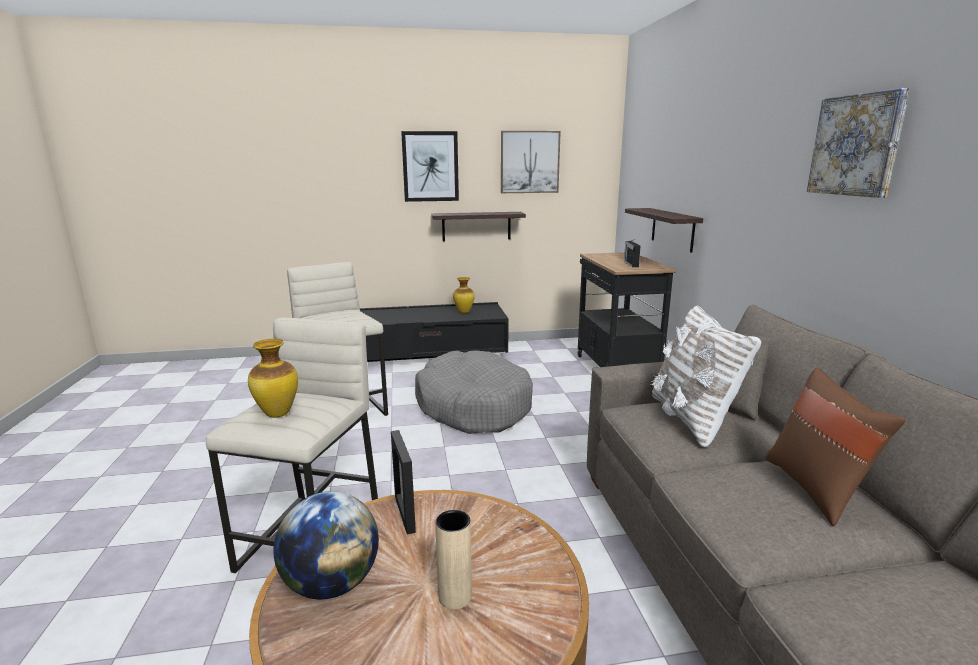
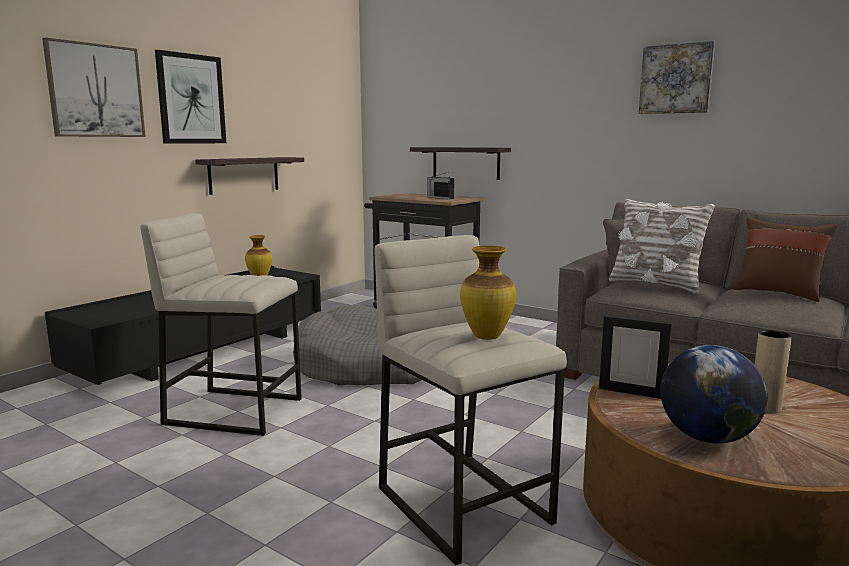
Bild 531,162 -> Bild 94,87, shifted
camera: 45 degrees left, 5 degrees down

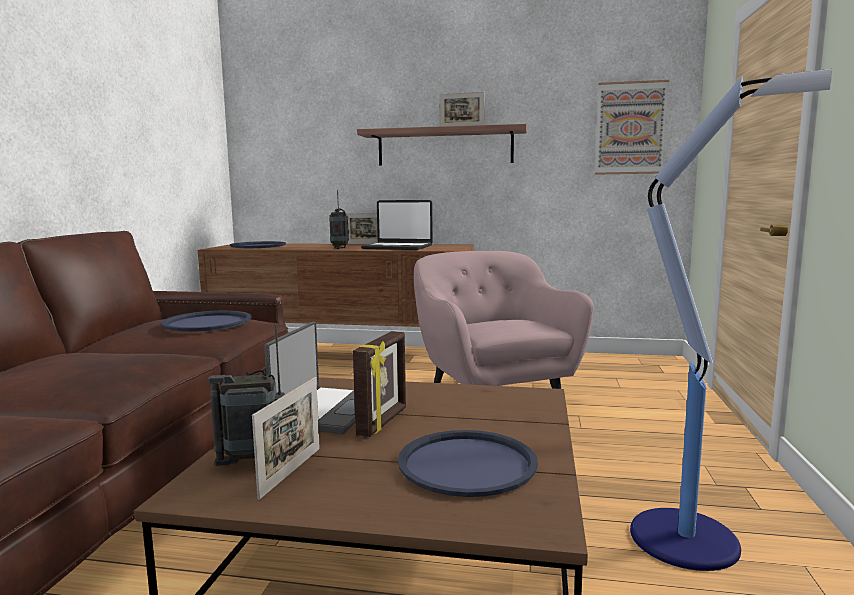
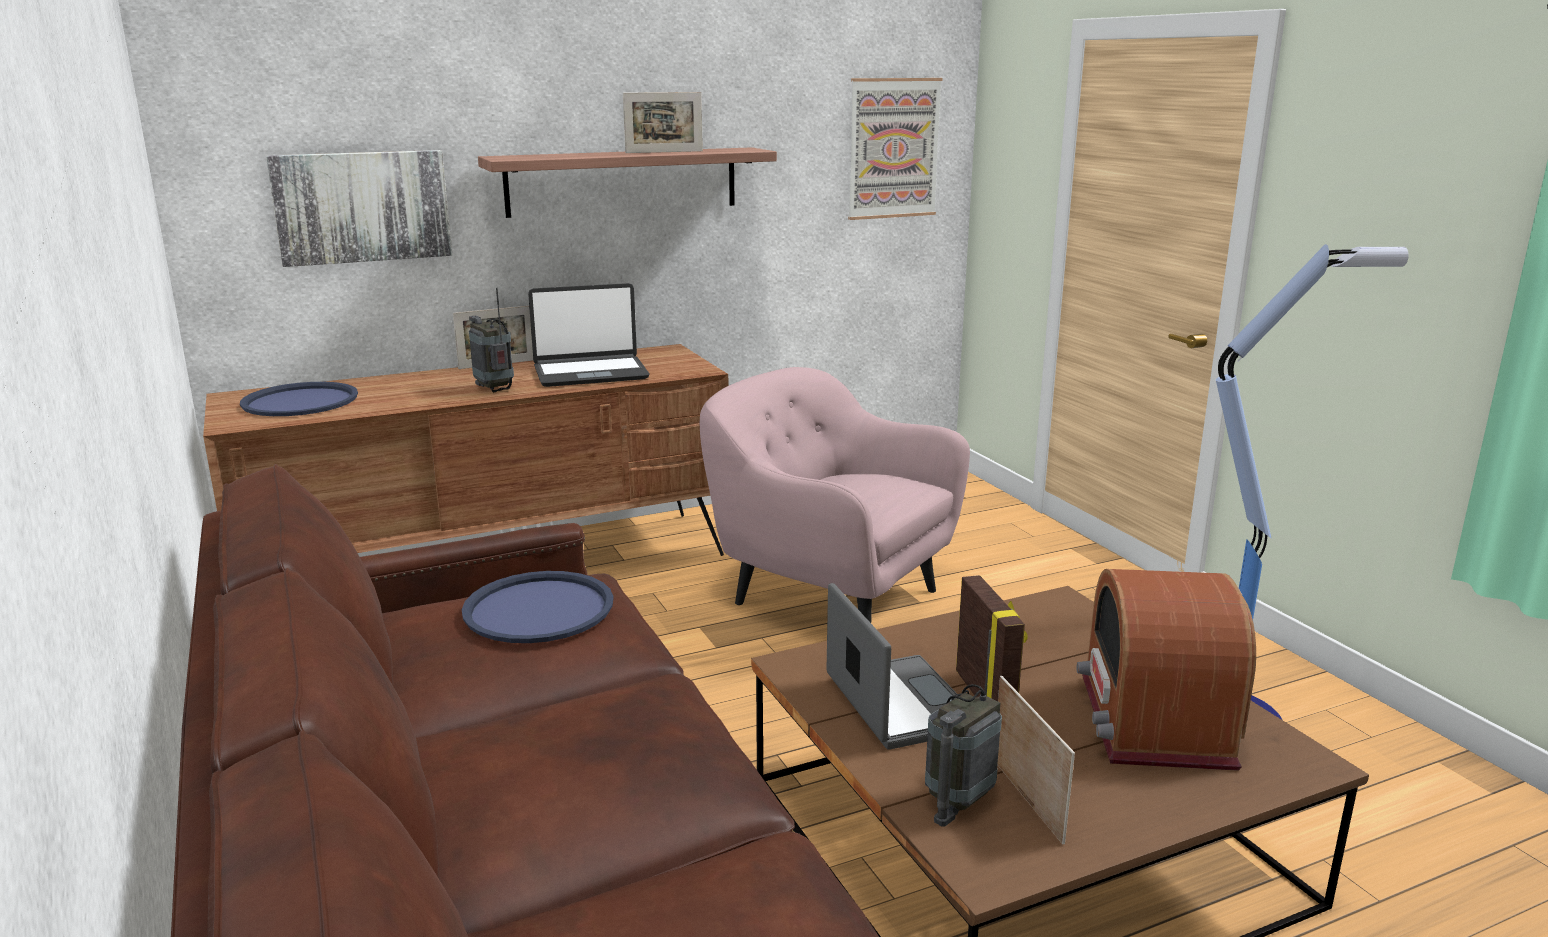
none -> Bild 359,208
Tablett/blau 468,463 -> Radio 1166,670
camera: 35 degrees left, 10 degrees up

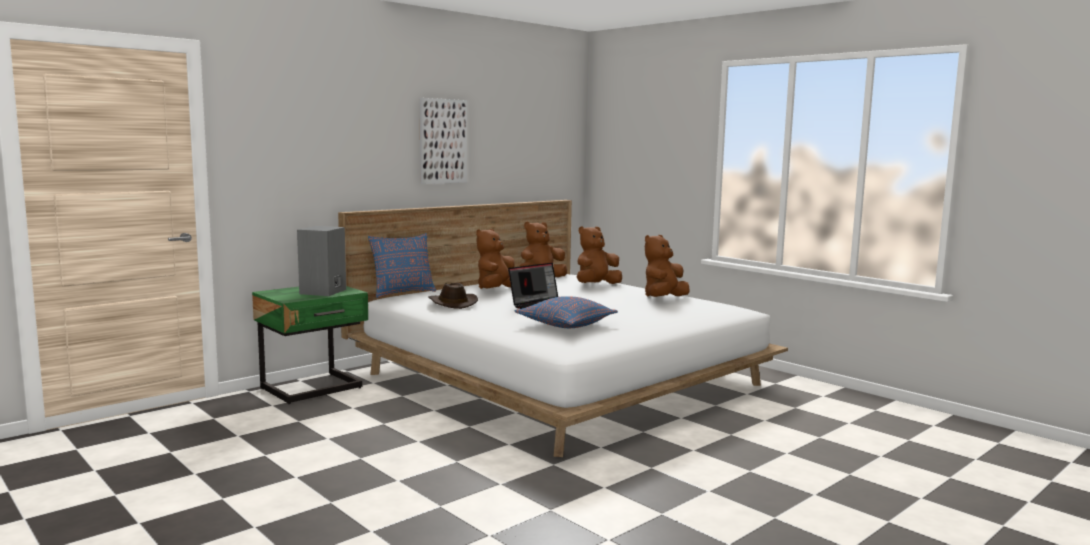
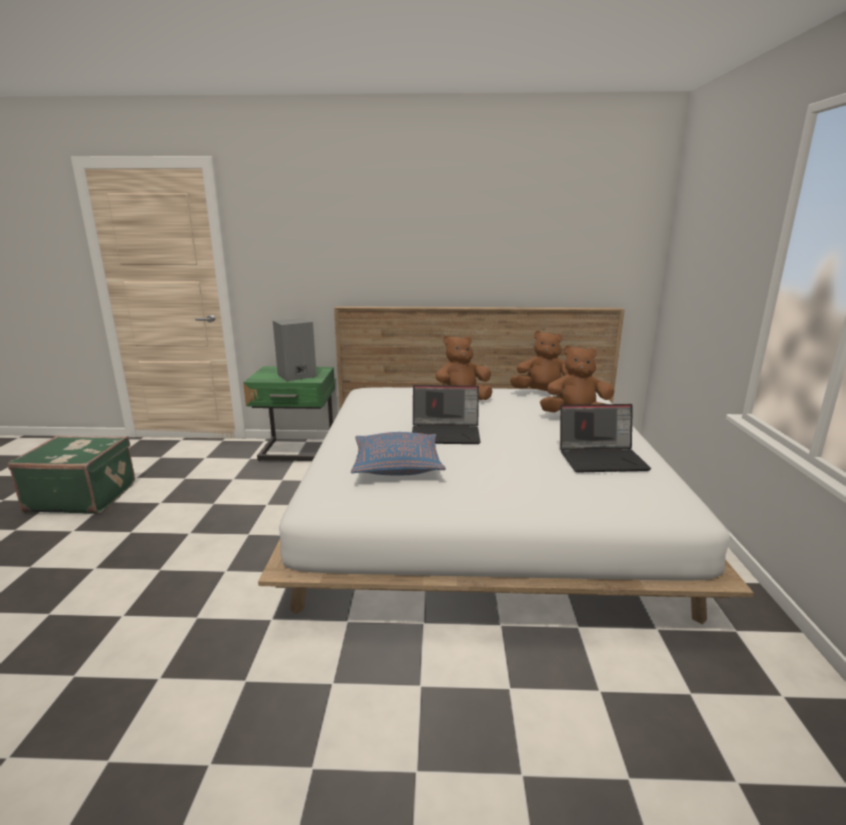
none -> Koffer/grün 71,475
Plüschtier/braun 667,266 -> Laptop 605,438
Kissen/blau 402,265 -> none
Bild 443,141 -> none
Hut/braun 453,296 -> none
camera: 45 degrees right, 10 degrees up

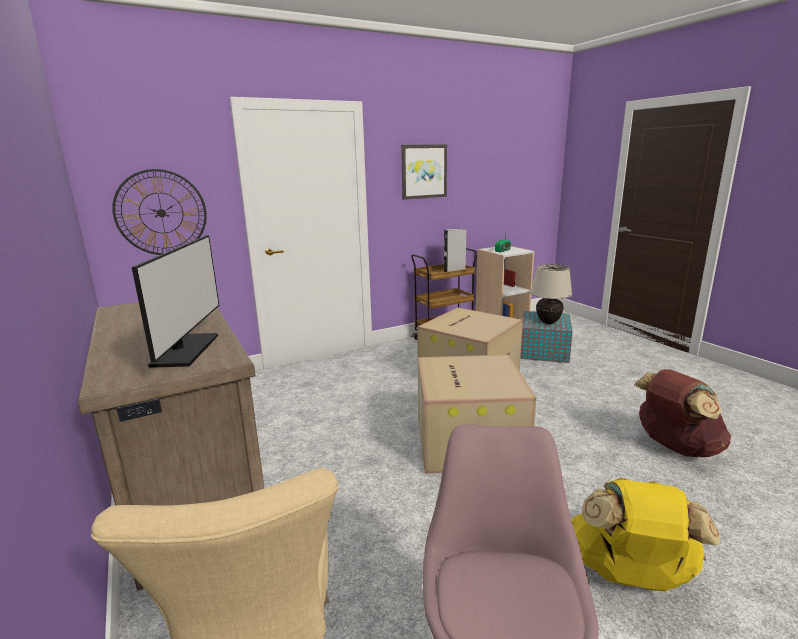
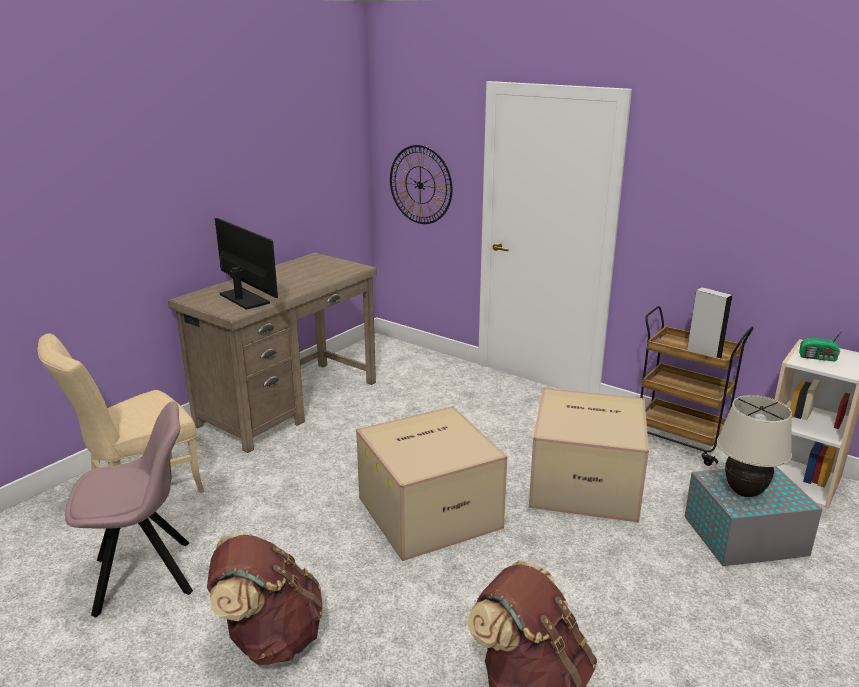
Rucksack/gelb 646,534 -> Rucksack/braun 265,599
Monitor 175,301 -> Monitor 246,264, 105 degrees counterclockwise
Bild 424,172 -> none
camera: 65 degrees right, 5 degrees up

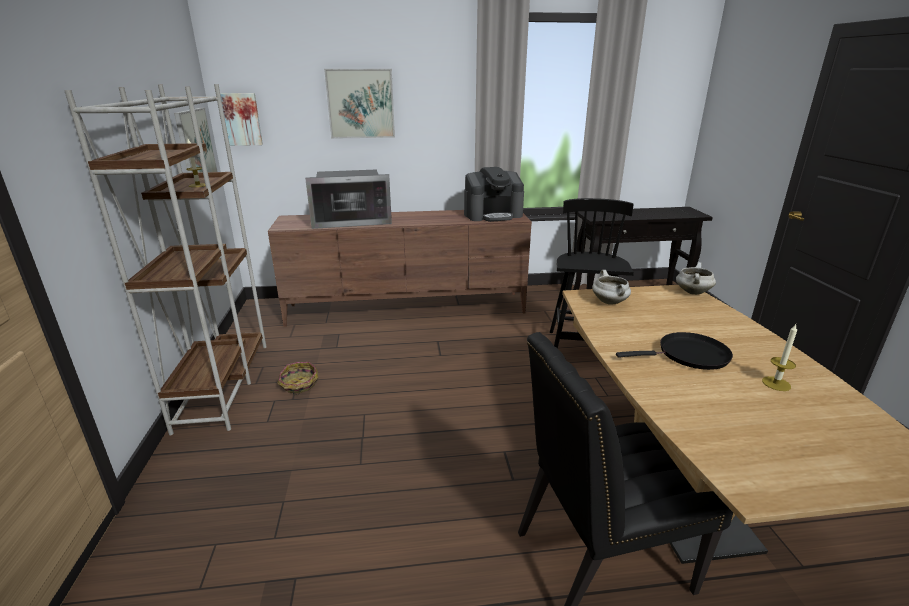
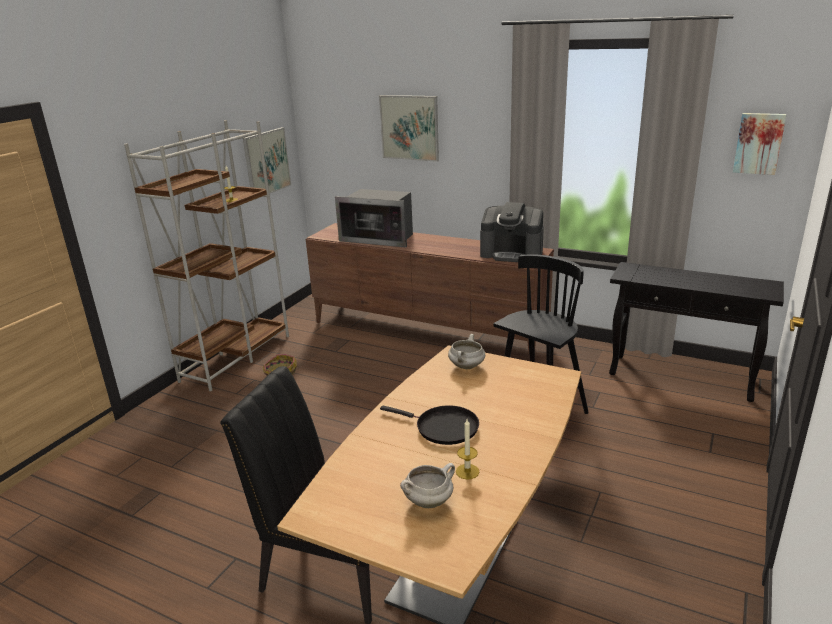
Kochtopf/weiß 696,278 -> Kochtopf/weiß 427,485, shifted
Bild 241,119 -> Bild 759,144, shifted
camera: 35 degrees right, 0 degrees up

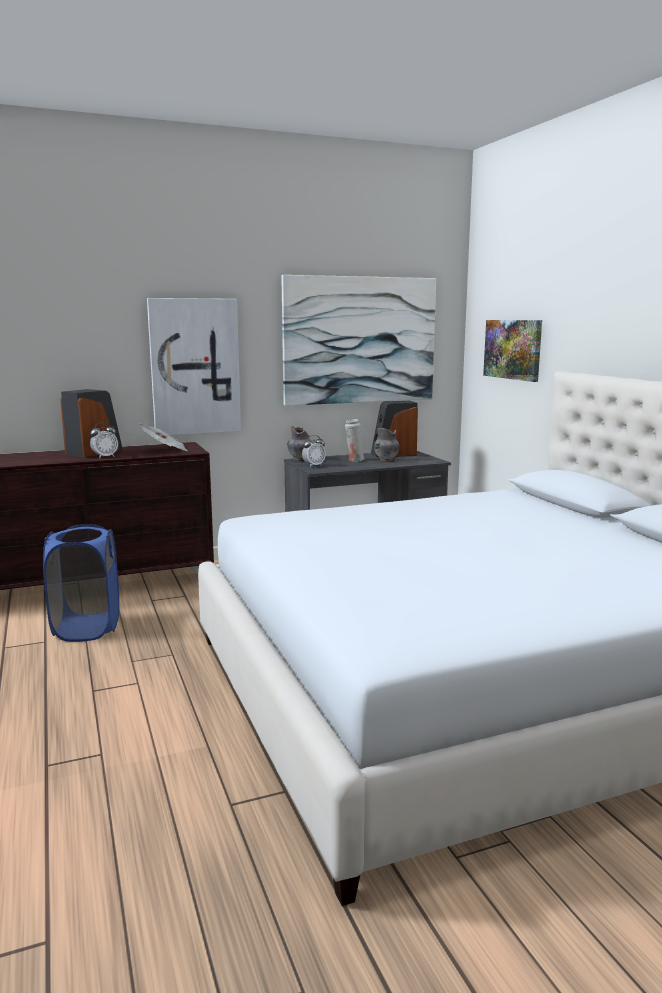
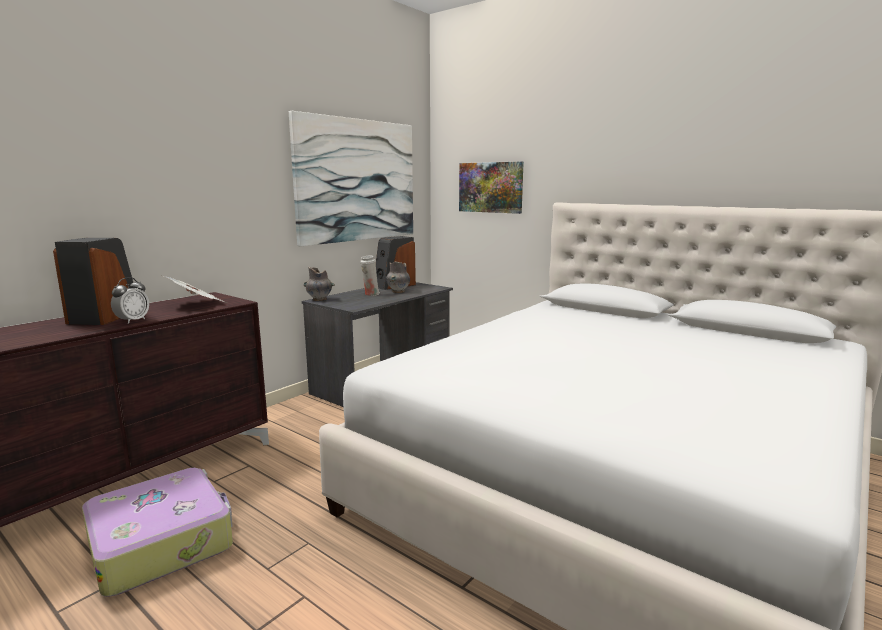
Wäschekorb/blau 81,583 -> Koffer 157,532
Bild 194,366 -> none
Wecker 314,451 -> none
camera: 30 degrees left, 0 degrees up

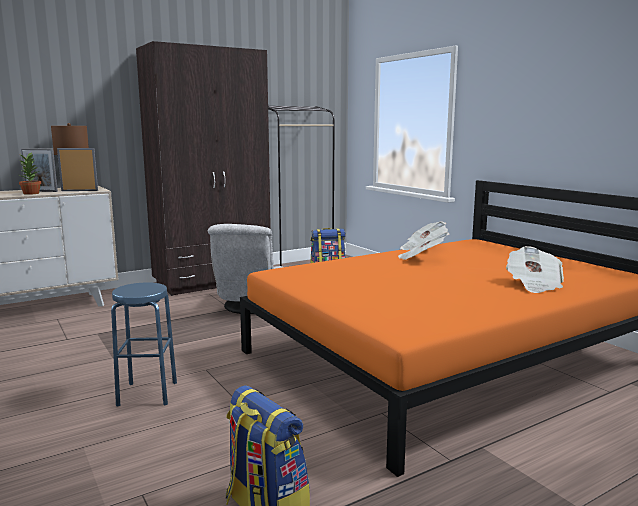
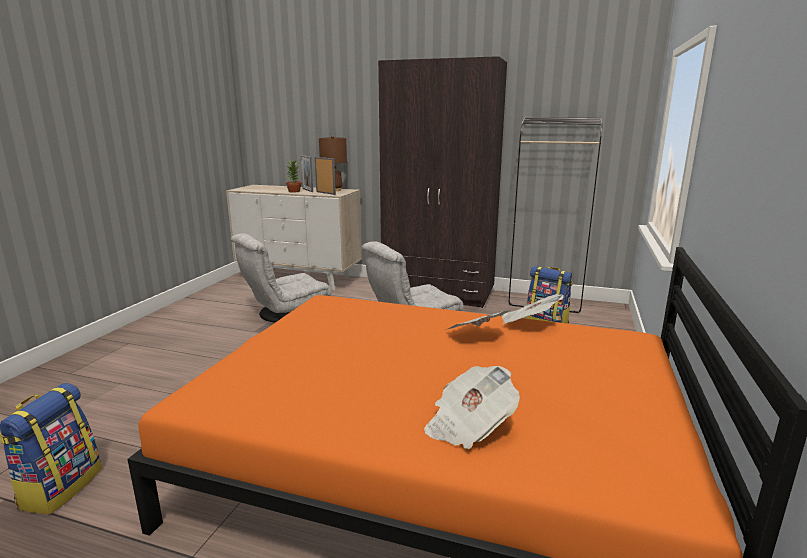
none -> Sessel/grau 281,277
Hocker/blau 144,344 -> none
camera: 50 degrees right, 5 degrees up

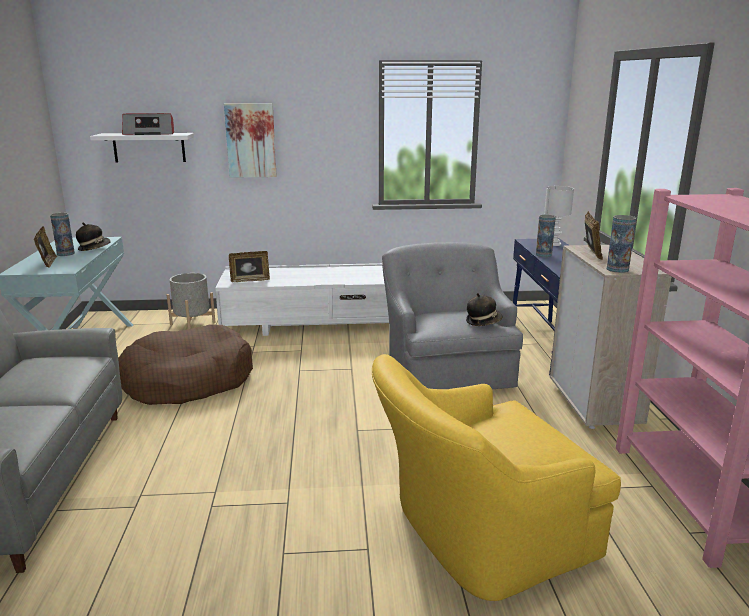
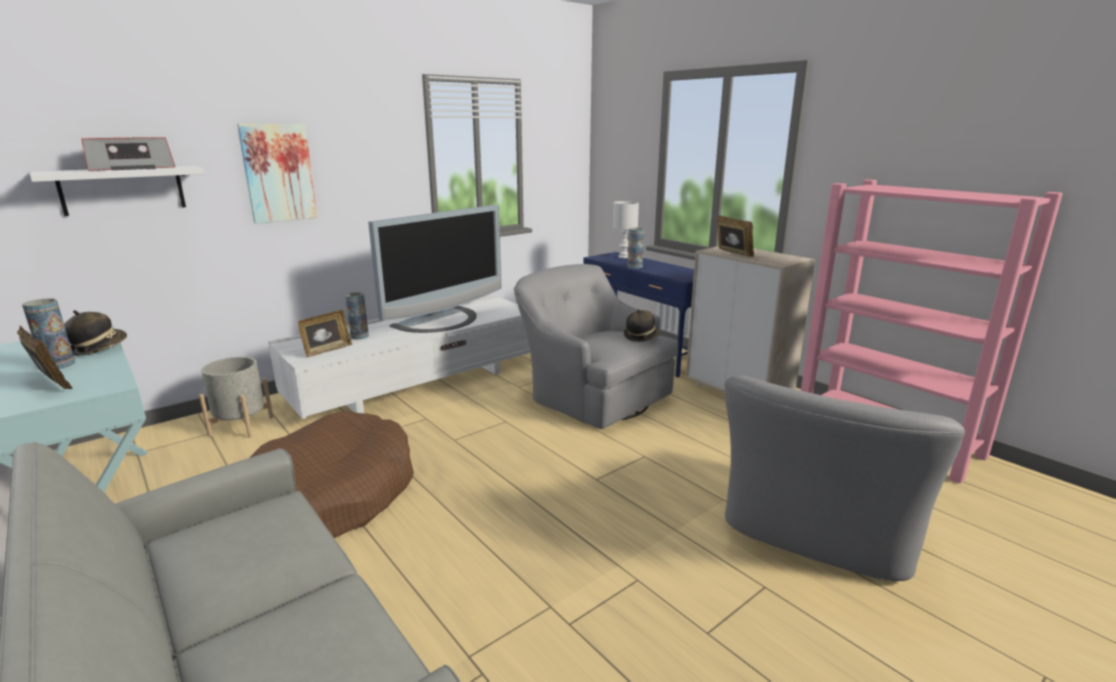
Vase 621,244 -> Vase 357,316, shifted
none -> Fernseher 435,269
Sessel/gelb 496,477 -> Sessel/grau 845,478
camera: 35 degrees left, 0 degrees up

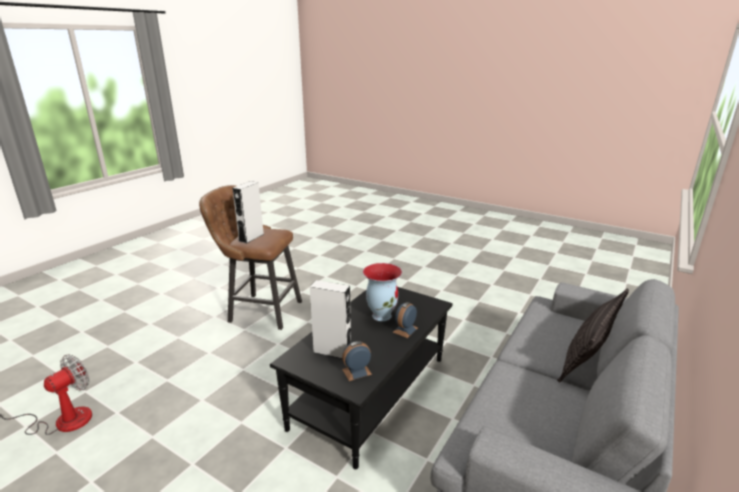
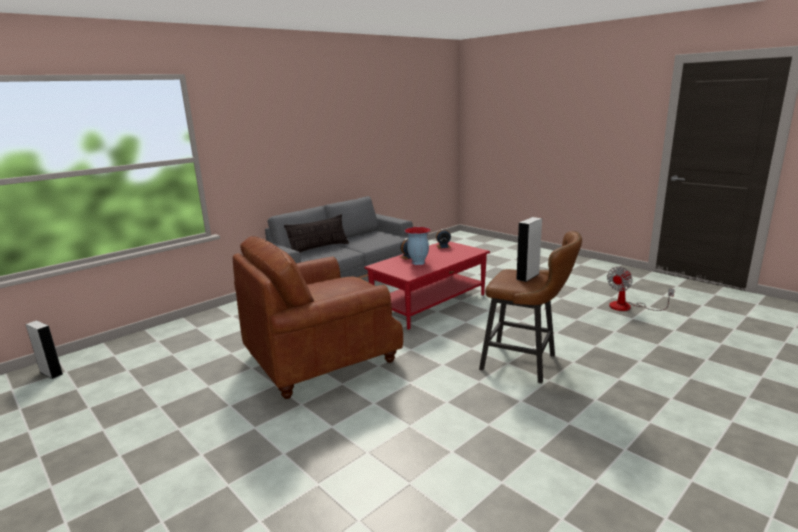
Lautsprecher/grau 330,319 -> Lautsprecher/grau 44,349, shifted
none -> Sessel/braun 318,317
Couchtisch/schwarz 361,378 -> Couchtisch/rot 427,285
camera: 165 degrees left, 5 degrees down

